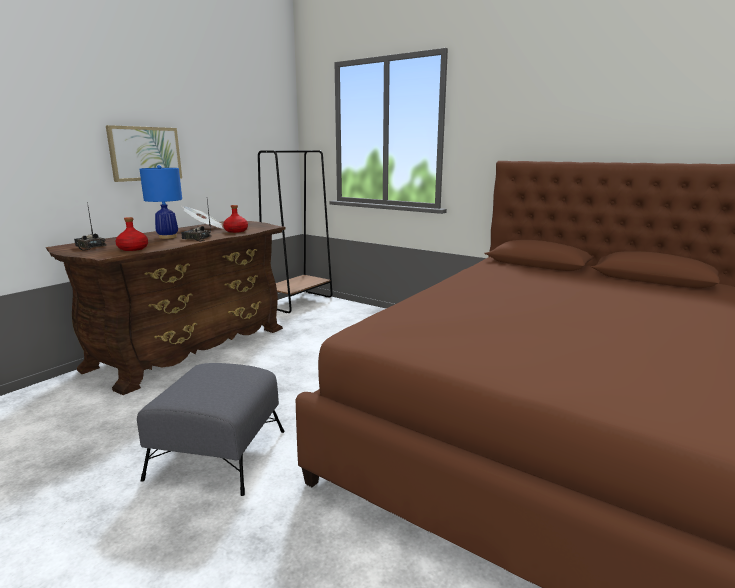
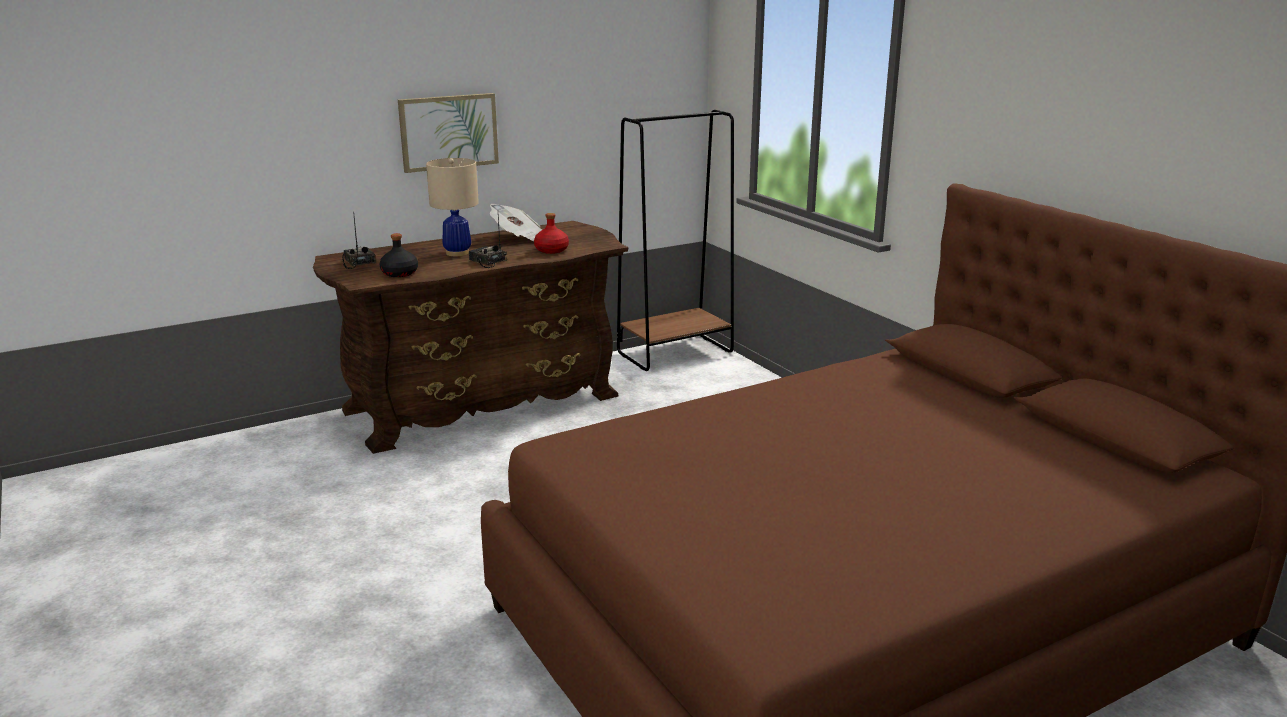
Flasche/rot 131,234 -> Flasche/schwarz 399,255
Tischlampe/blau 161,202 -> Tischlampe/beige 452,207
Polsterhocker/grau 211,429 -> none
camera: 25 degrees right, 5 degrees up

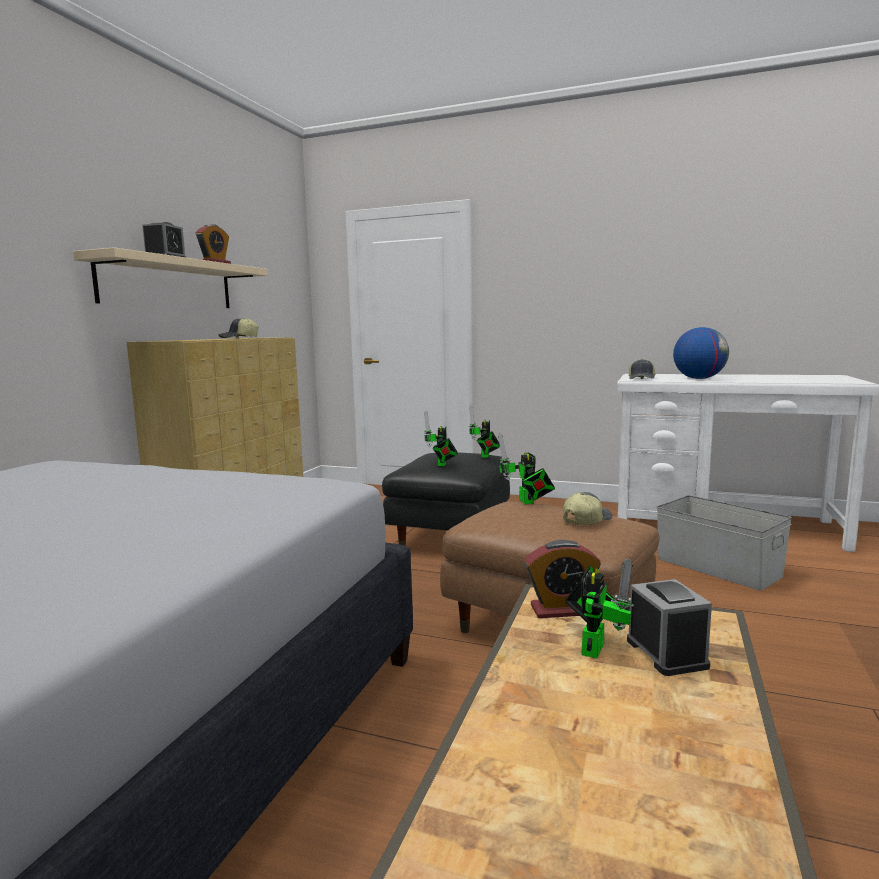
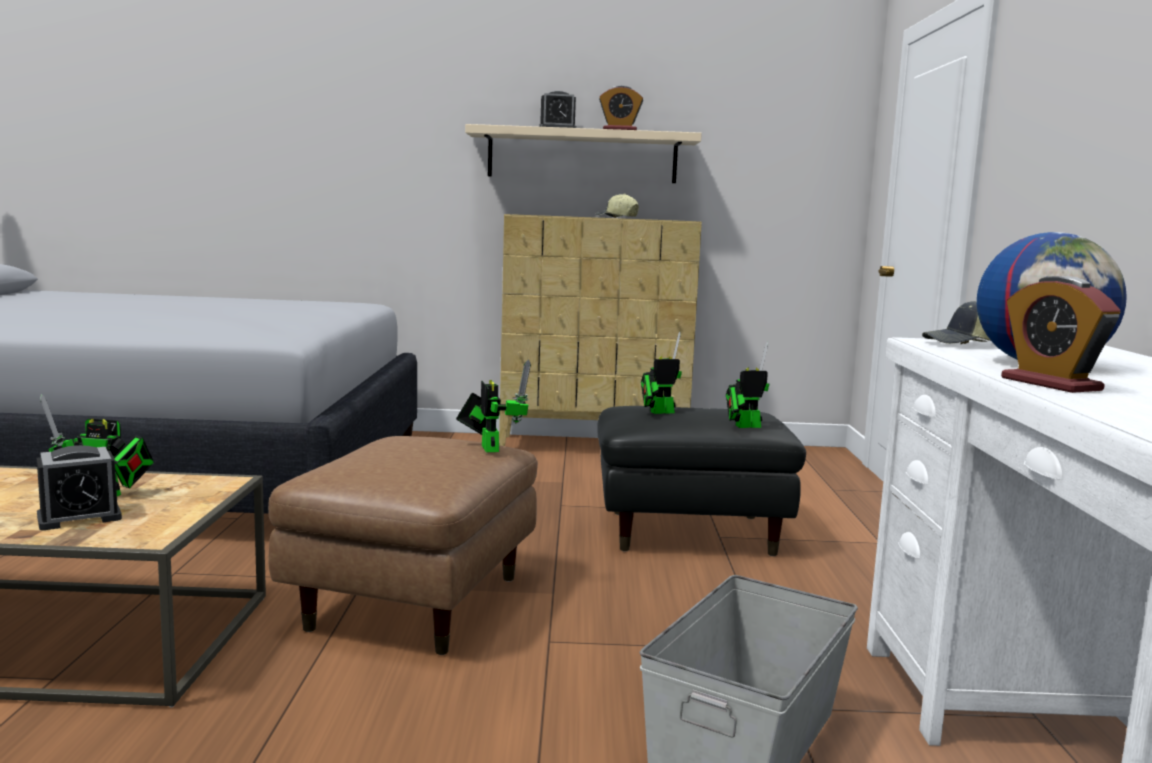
Spielzeugroboter 526,468 -> Spielzeugroboter 493,405, 105 degrees clockwise
Wecker 562,579 -> Wecker 1061,334, shifted
Kappe 588,508 -> none
camera: 70 degrees right, 0 degrees up

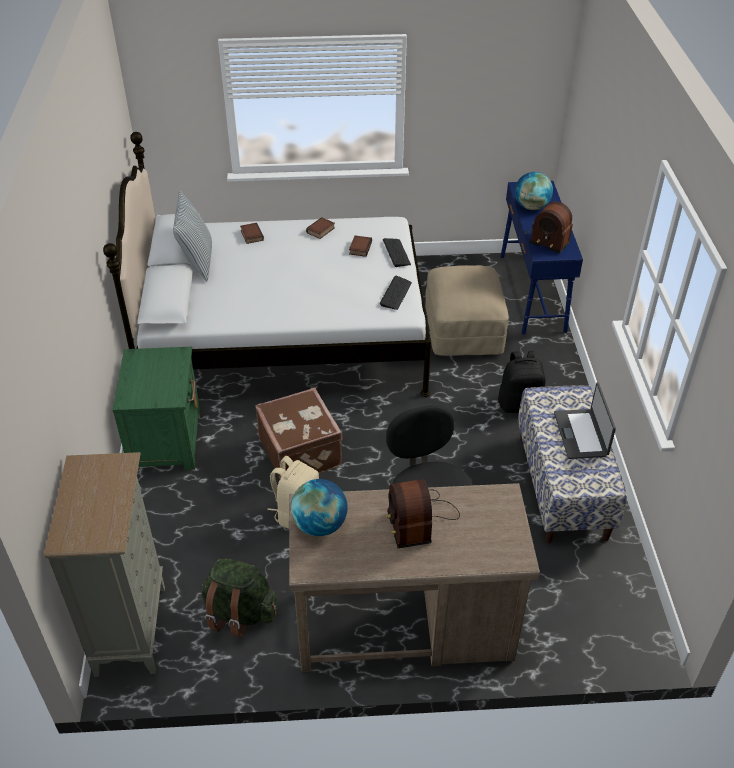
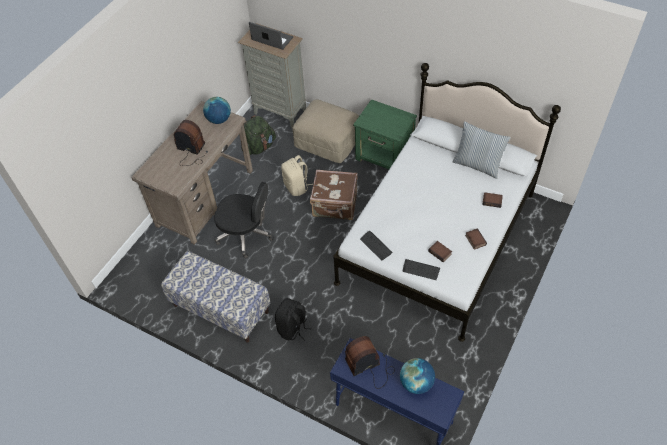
Laptop 585,420 -> Laptop 271,36, shifted
Polsterhocker/beige 467,310 -> Polsterhocker/beige 325,131, shifted
camera: 125 degrees right, 10 degrees up

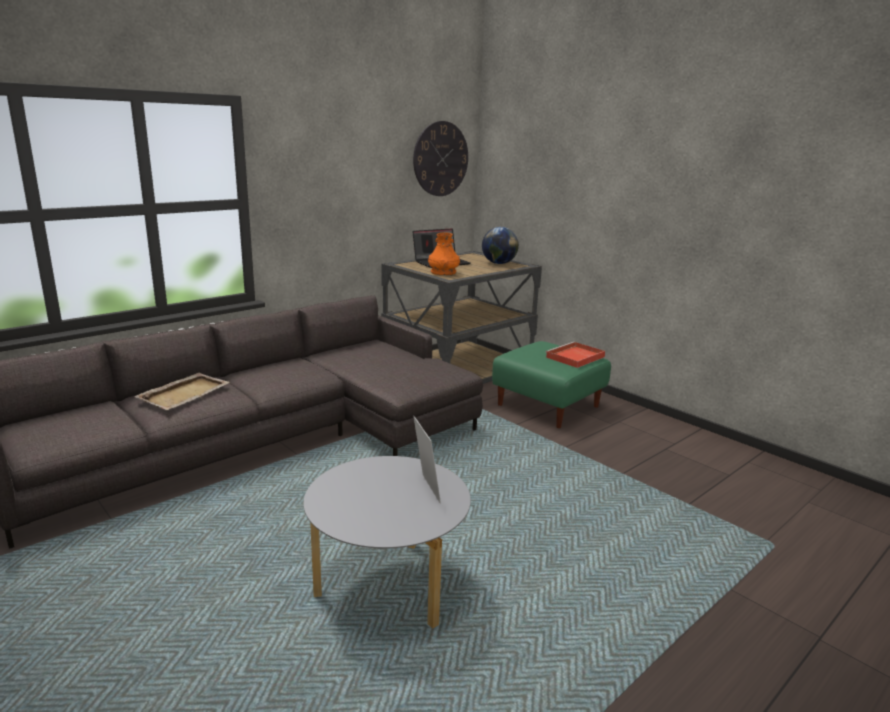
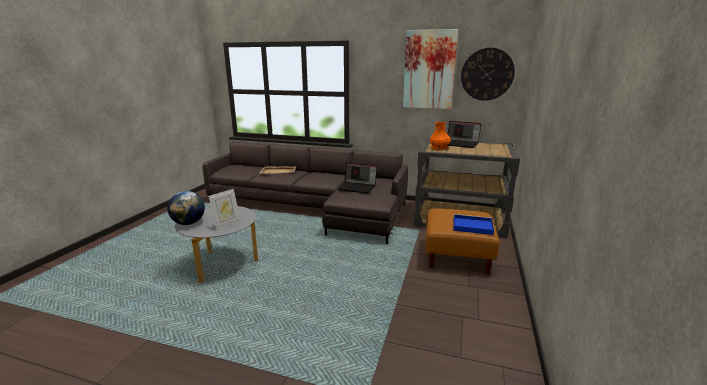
Globus 500,245 -> Globus 186,208, shifted
none -> Laptop 357,178
none -> Bild 430,69
Polsterhocker/grün 551,384 -> Polsterhocker/braun 462,241
Tablett/rot 575,355 -> Tablett/blau 473,224
camera: 60 degrees right, 0 degrees up

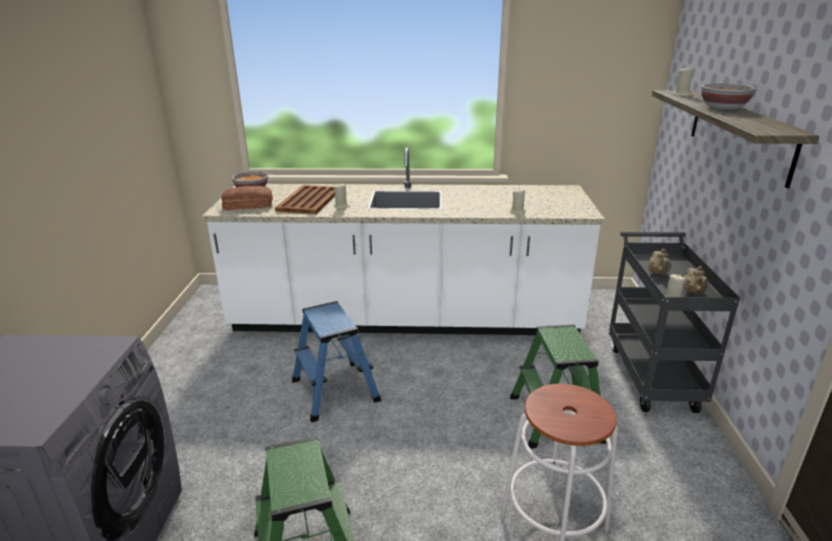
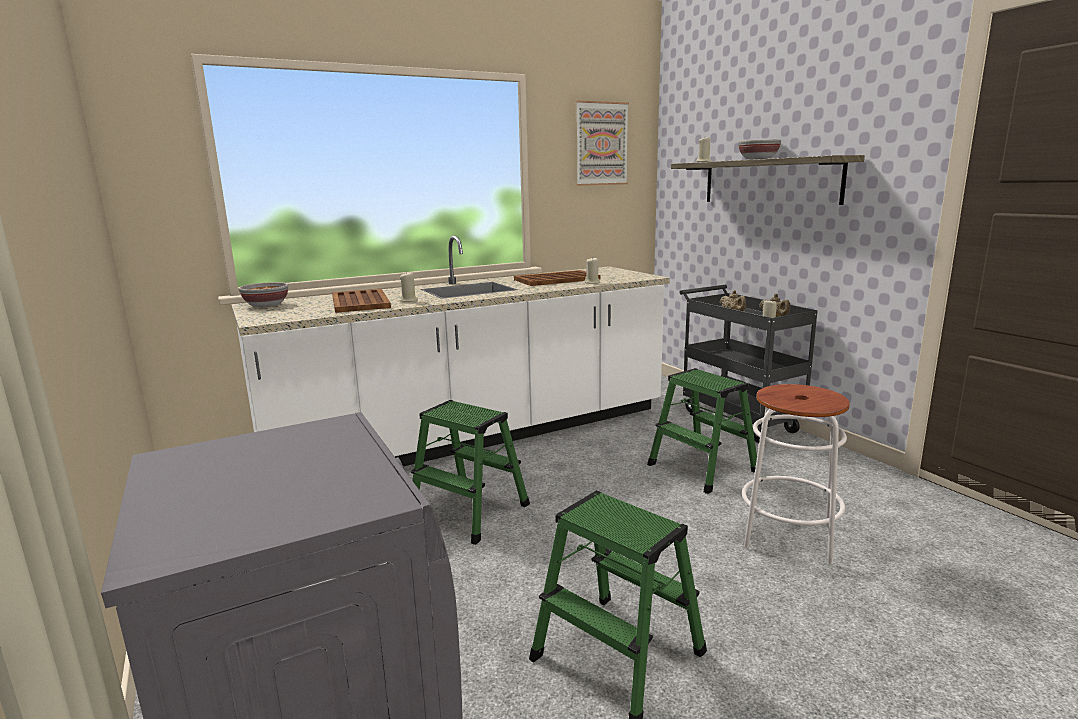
Trittleiter/blau 336,361 -> Trittleiter/grün 470,472
none -> Tablett/braun 557,278
none -> Bild 602,143
Brot 247,198 -> none
camera: 30 degrees left, 10 degrees down

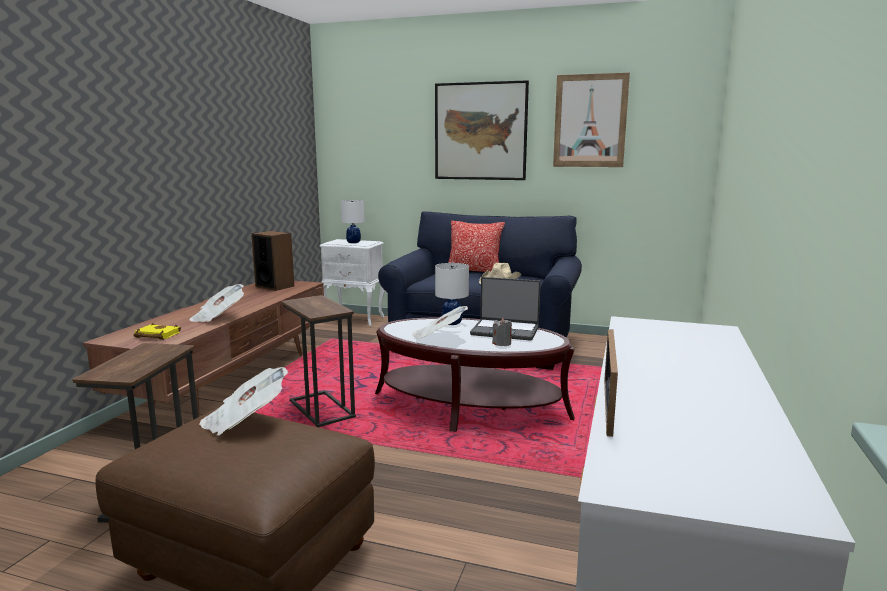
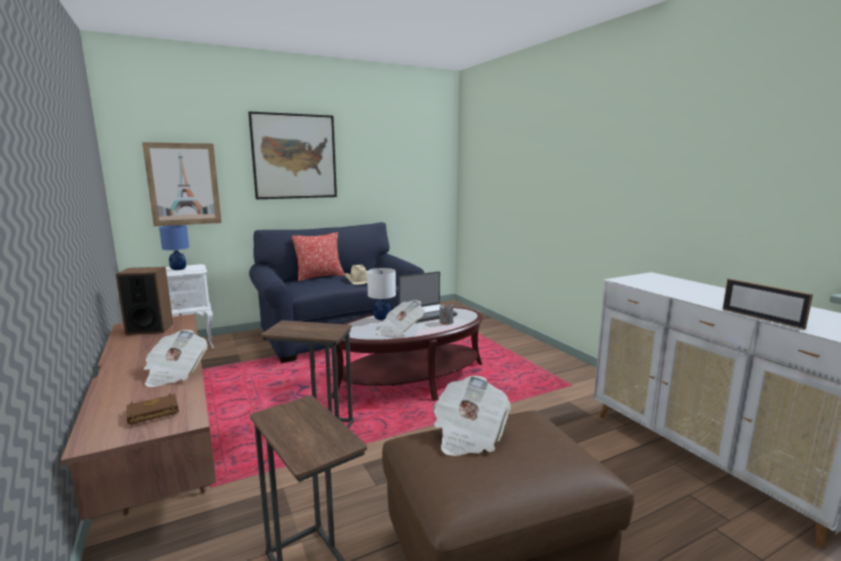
Buch/gelb 157,331 -> Buch/braun 152,409
Bild 591,120 -> Bild 182,184, shifted
Tischlampe/weiß 352,221 -> Tischlampe/blau 174,247
camera: 45 degrees left, 0 degrees up

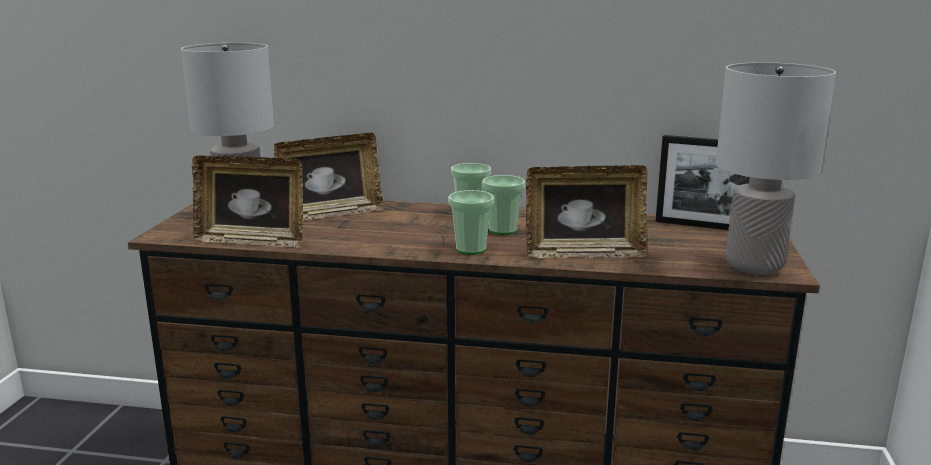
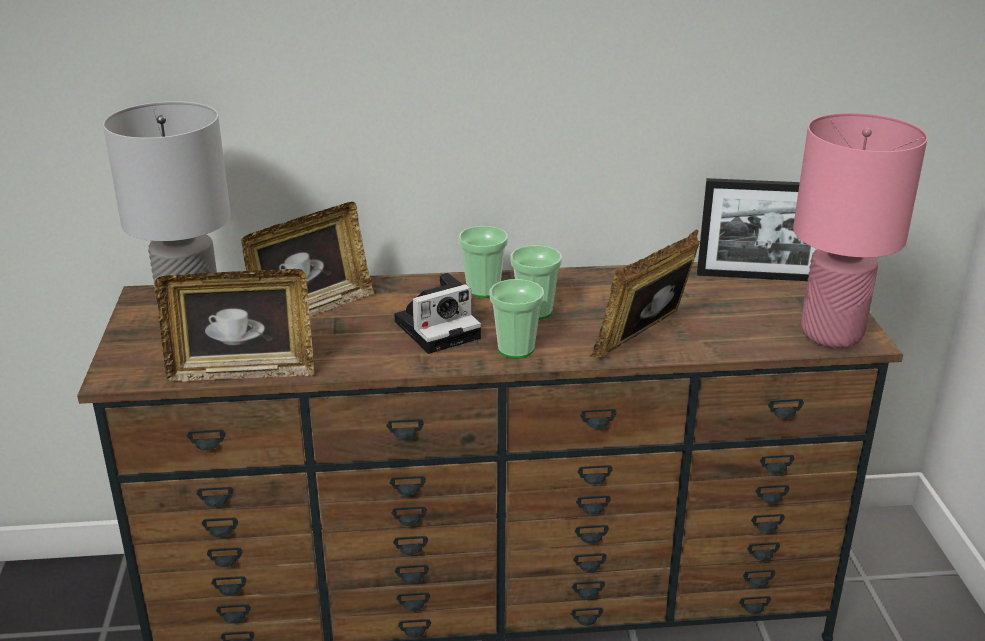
none -> Kamera 437,313
Bilderrahmen 587,211 -> Bilderrahmen 645,293, 150 degrees clockwise
Tischlampe/grau 776,168 -> Tischlampe/rosa 860,230
camera: 15 degrees left, 10 degrees up

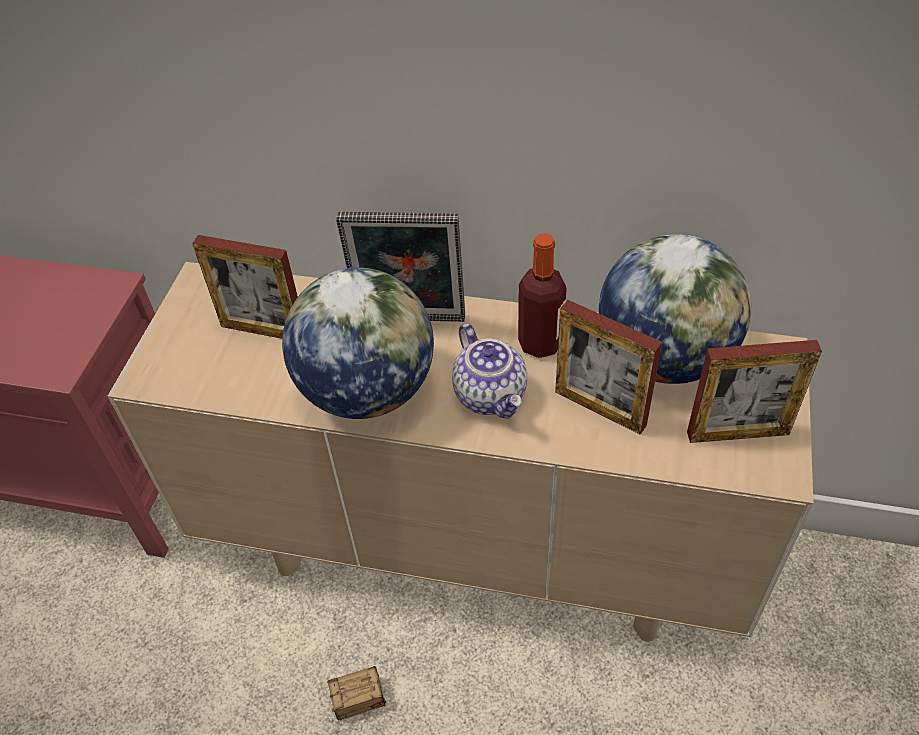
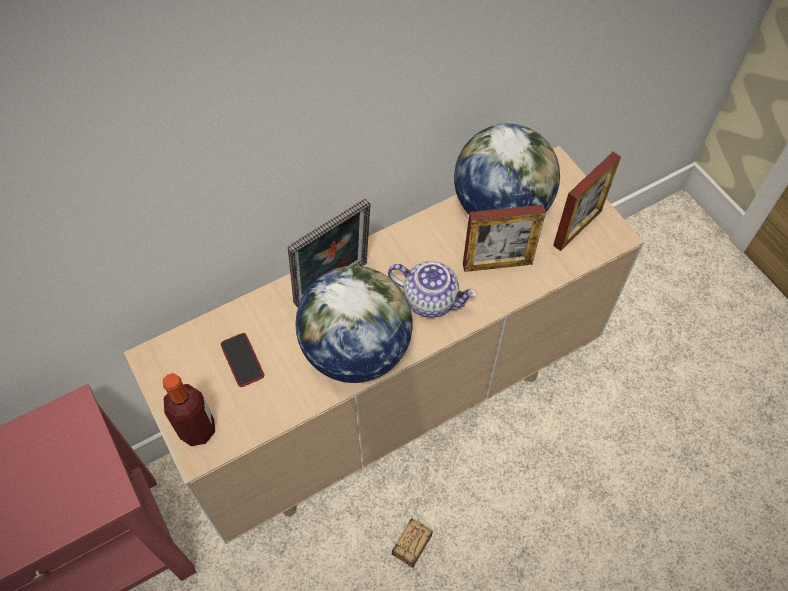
Flasche 542,295 -> Flasche 189,409, shifted
Bilderrahmen 245,287 -> Handy 242,360
camera: 45 degrees left, 10 degrees up

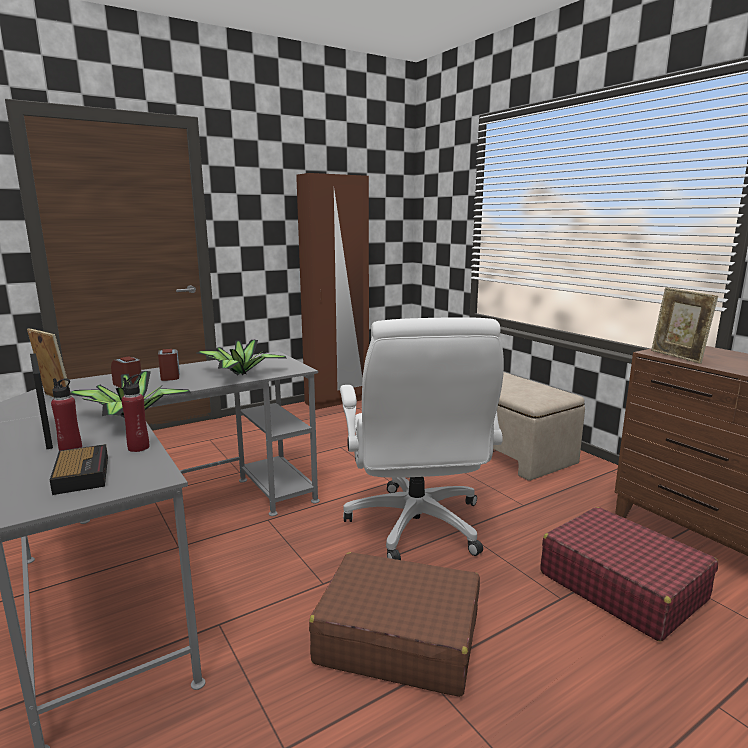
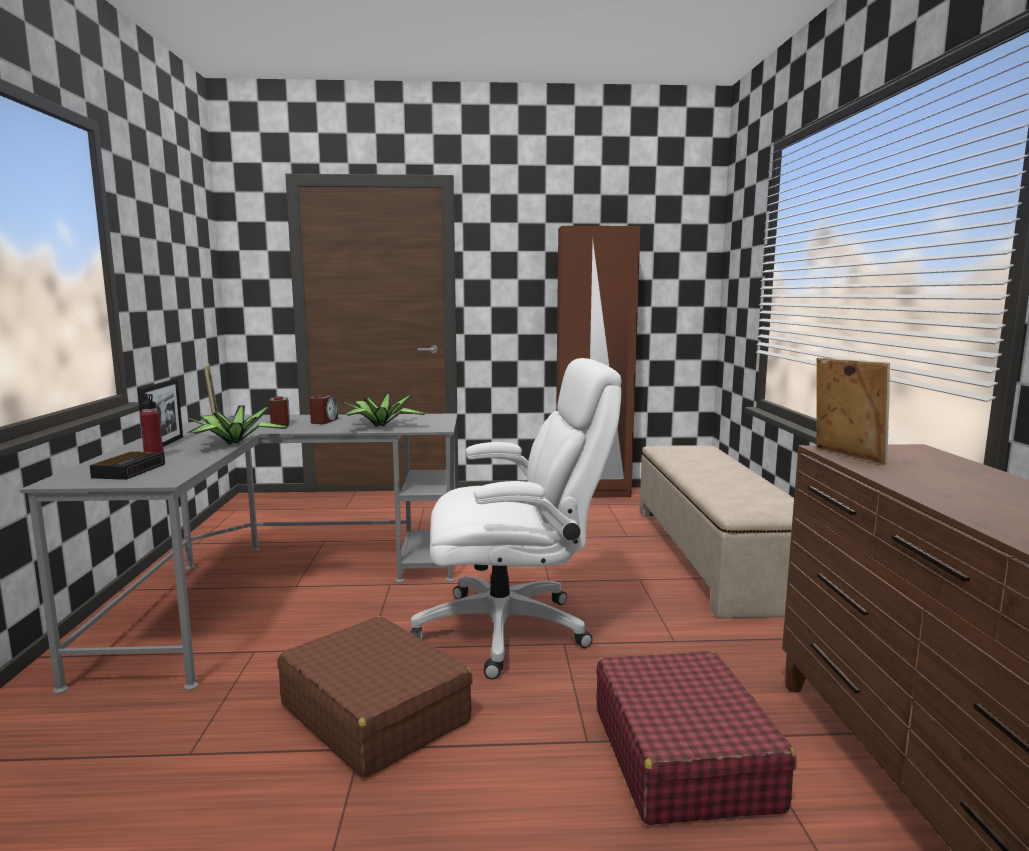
Bürostuhl/weiß 422,438 -> Bürostuhl/weiß 515,518, 120 degrees counterclockwise
Bilderrahmen 684,326 -> Bilderrahmen 853,411, 150 degrees clockwise
Flasche/rot 135,413 -> none
camera: 30 degrees right, 5 degrees down

